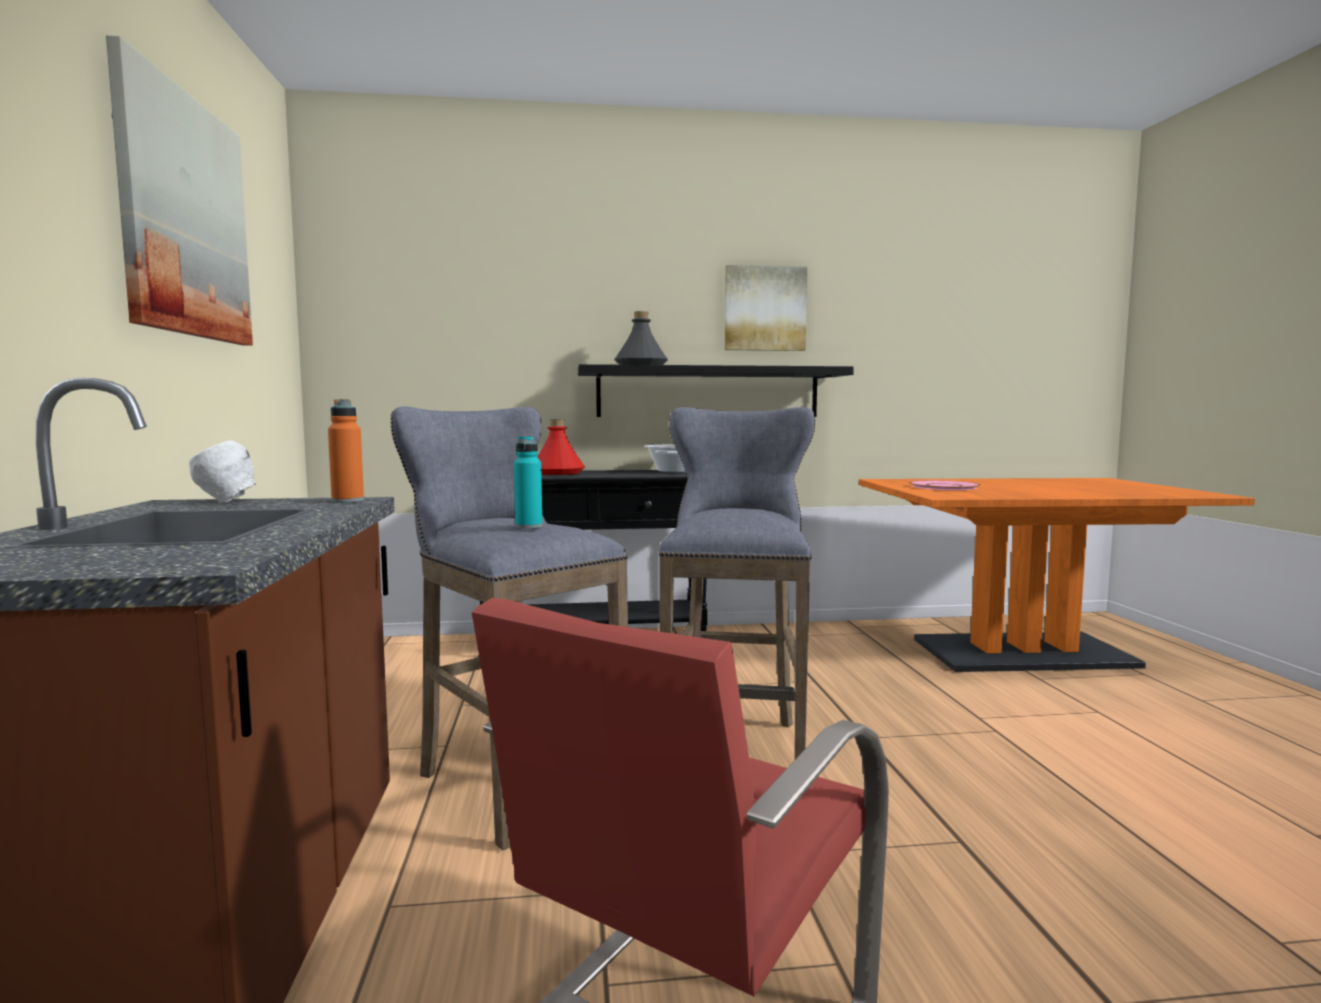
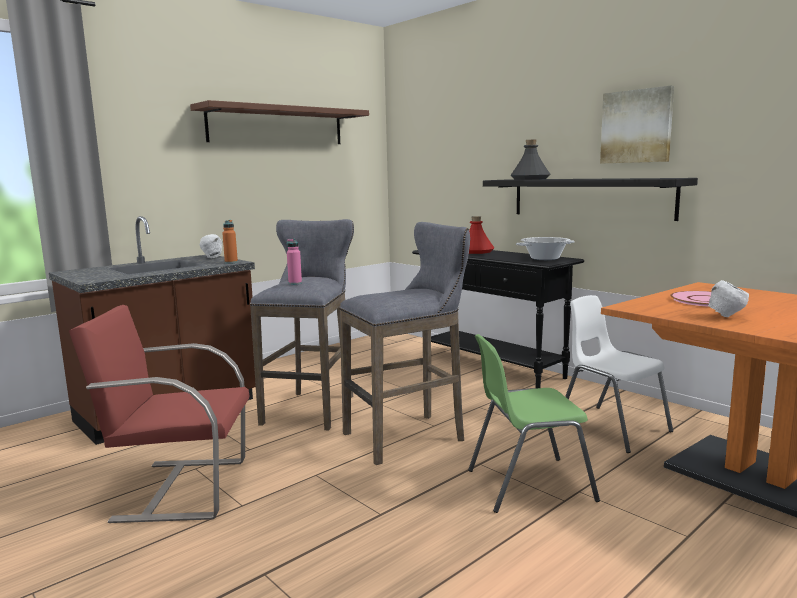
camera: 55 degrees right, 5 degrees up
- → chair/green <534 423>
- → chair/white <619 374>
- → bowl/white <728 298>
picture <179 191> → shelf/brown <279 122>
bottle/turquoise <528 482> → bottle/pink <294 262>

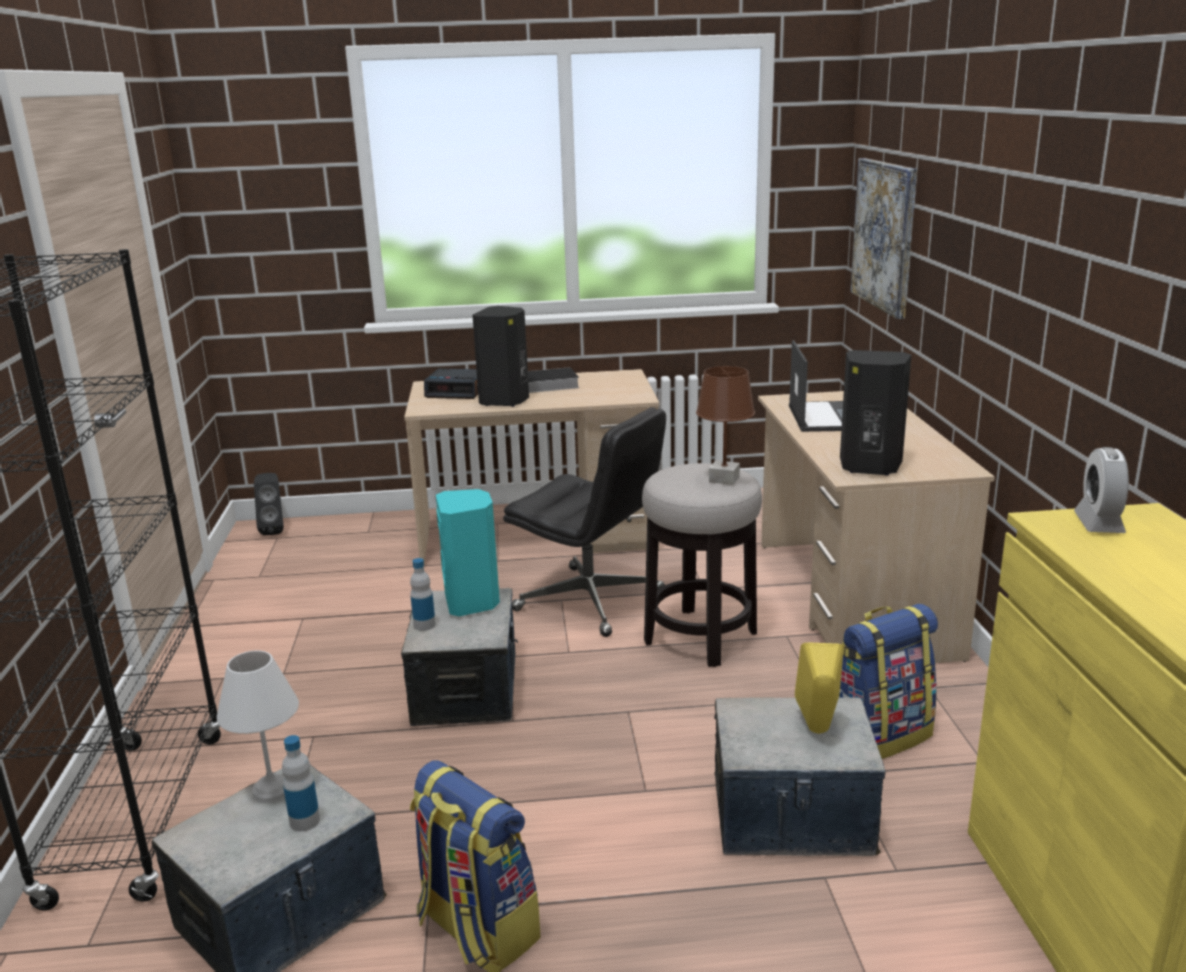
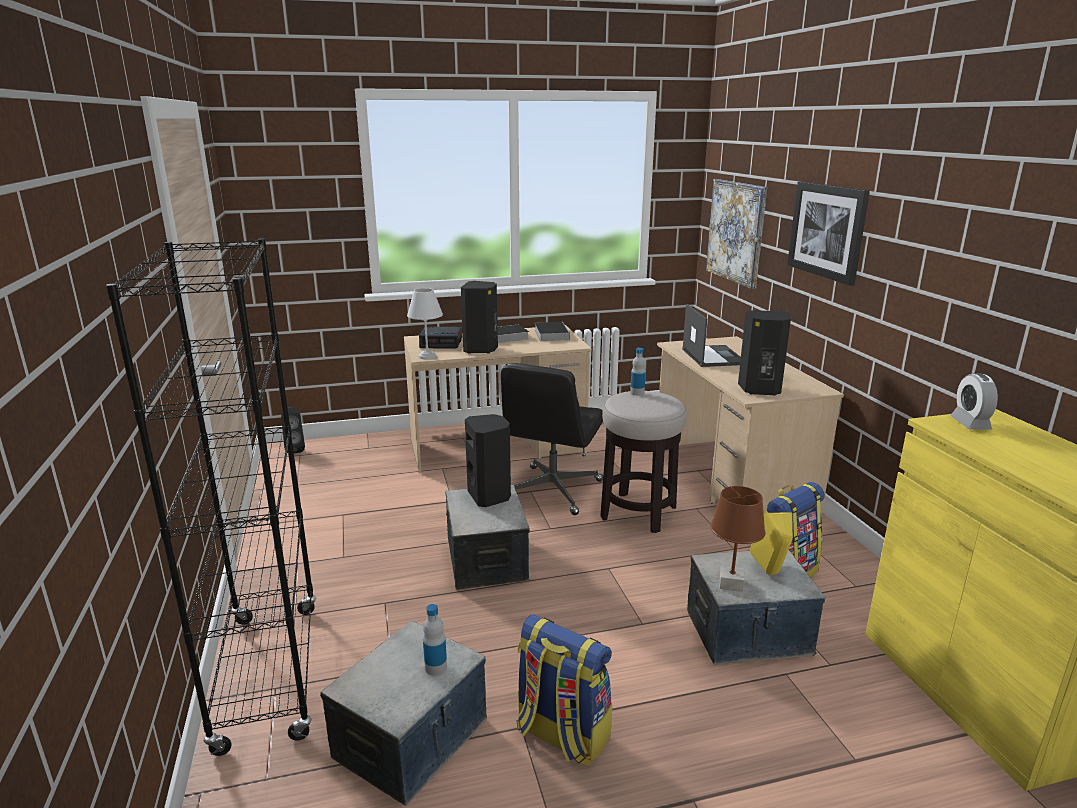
camera: 10 degrees left, 0 degrees up
- → book <552 331>
- → picture <828 233>
table lamp/white <258 726> → table lamp/white <425 324>, shifted
bottle <423 594> → bottle <638 372>, shifted
table lamp/brown <725 425> → table lamp/brown <737 539>, shifted
speaker/turquoise <468 552> → speaker/black <488 460>
office chair/black <584 522> → office chair/black <552 439>, 90 degrees clockwise

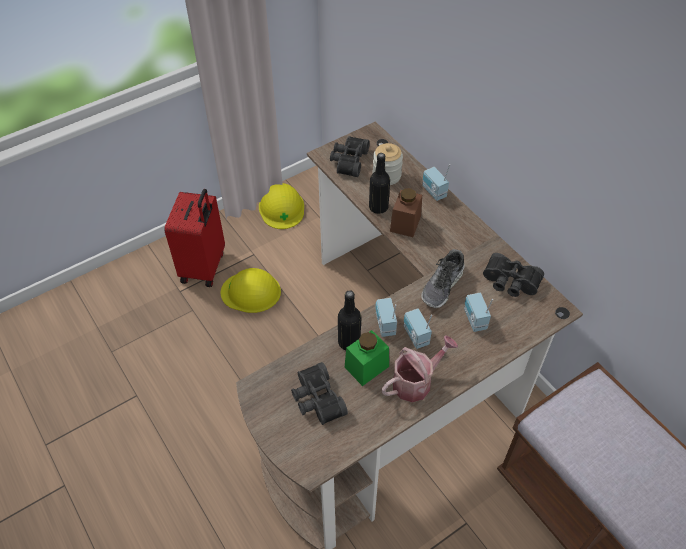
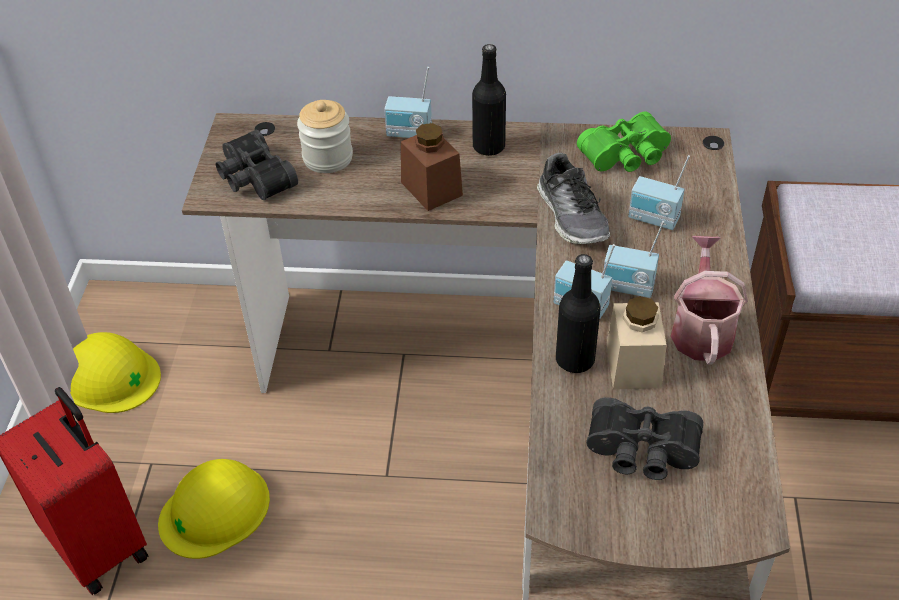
camera: 50 degrees left, 5 degrees down
bottle/black <379 183> → bottle/black <489 100>, shifted
jar/green <367 358> → jar/beige <637 342>
binoculars/black <513 275> → binoculars/green <624 142>

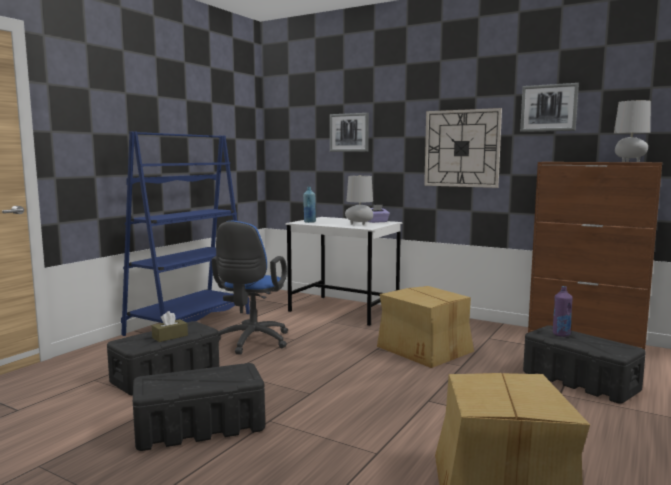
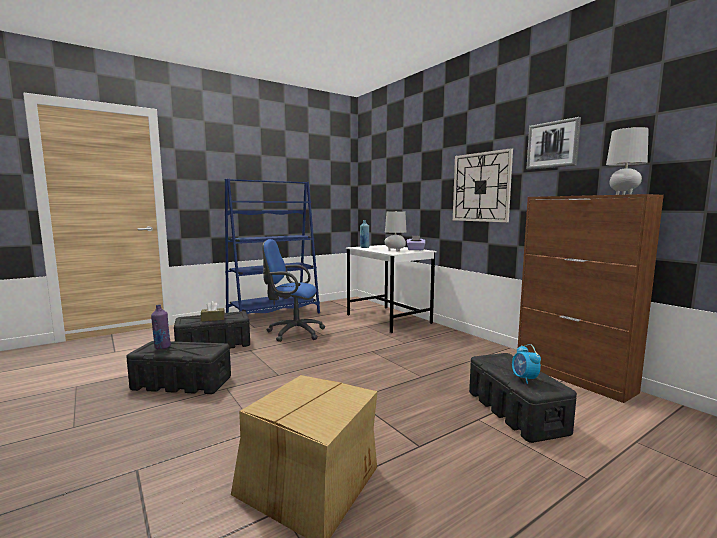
camera: 25 degrees right, 0 degrees up
picture <349 132> → -
cardboard box <425 327> → -
- → alarm clock <526 364>
bottle/purple <563 311> → bottle/purple <161 327>, shifted
office chair/blue <250 288> → office chair/blue <293 290>, 60 degrees clockwise

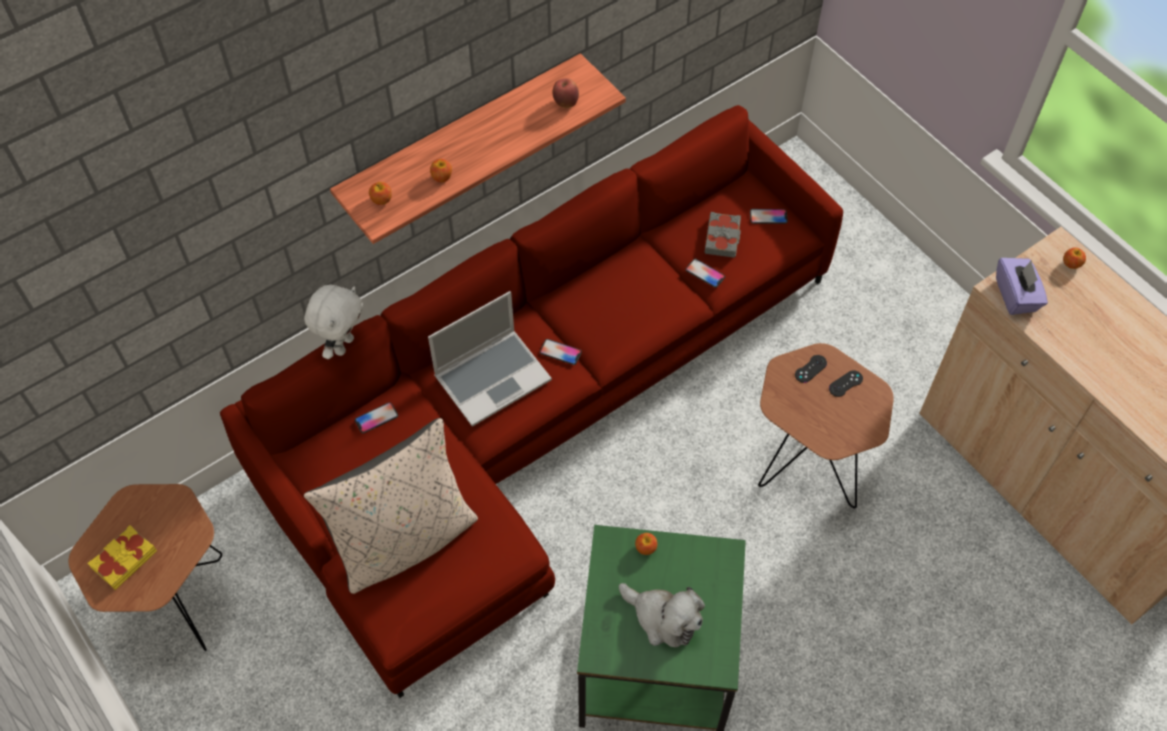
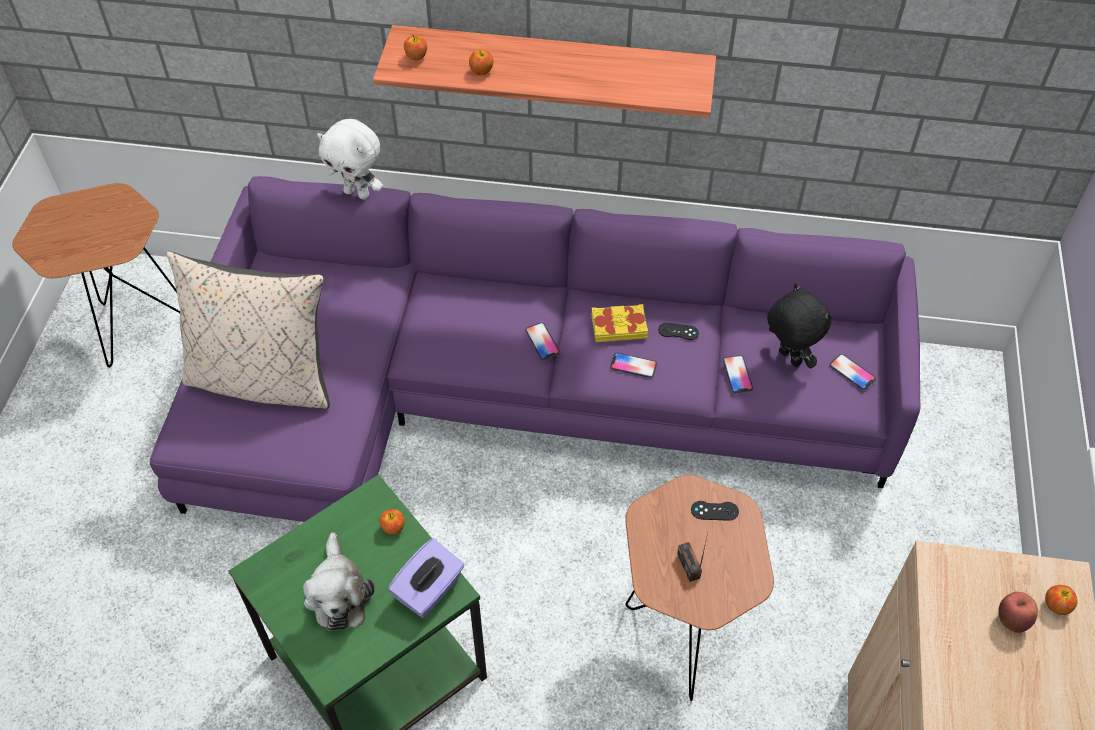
camera: 45 degrees right, 5 degrees down
laptop <490 359> → -
- → radio <692 557>
book/yellow <122 557> → book/yellow <620 323>, shifted
phone <376 417> → phone <633 365>, shifted
apple <565 93> → apple <1018 612>, shifted
game controller/black <846 383> → game controller/black <678 331>, shifted
tissue box/purple <1022 286> → tissue box/purple <426 578>, shifted
book/grey <723 235> → plush toy/black <799 325>
sofa/red <531 401> → sofa/purple <535 349>
plush toy/white <333 322> → plush toy/white <350 159>, 45 degrees clockwise

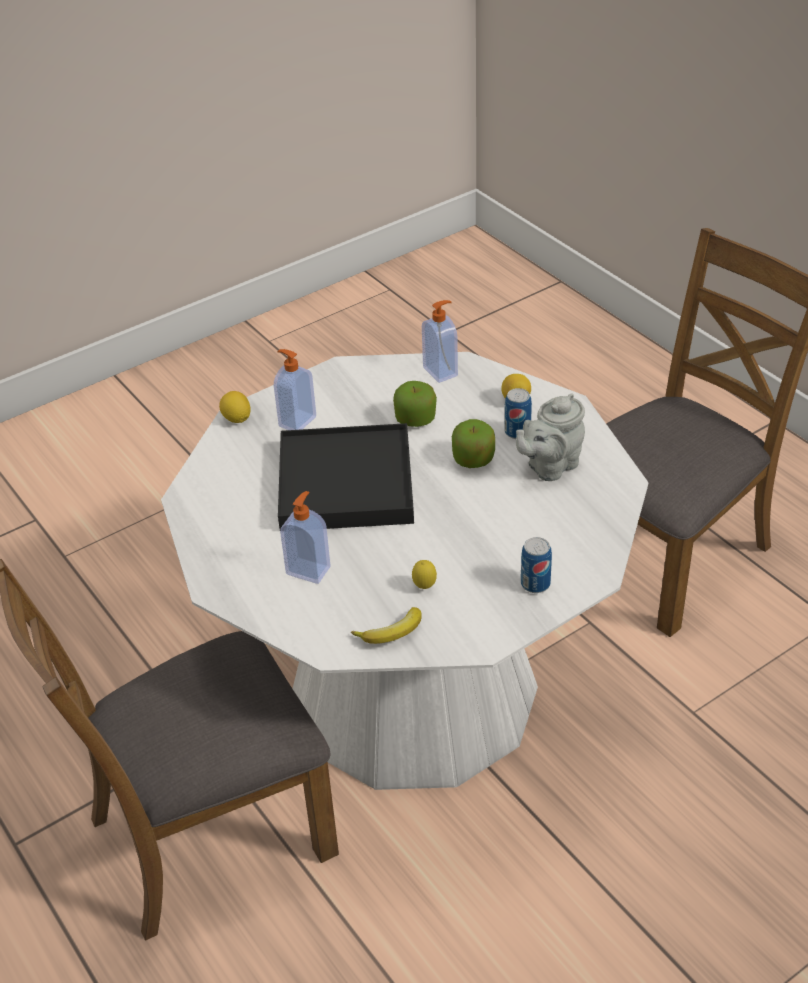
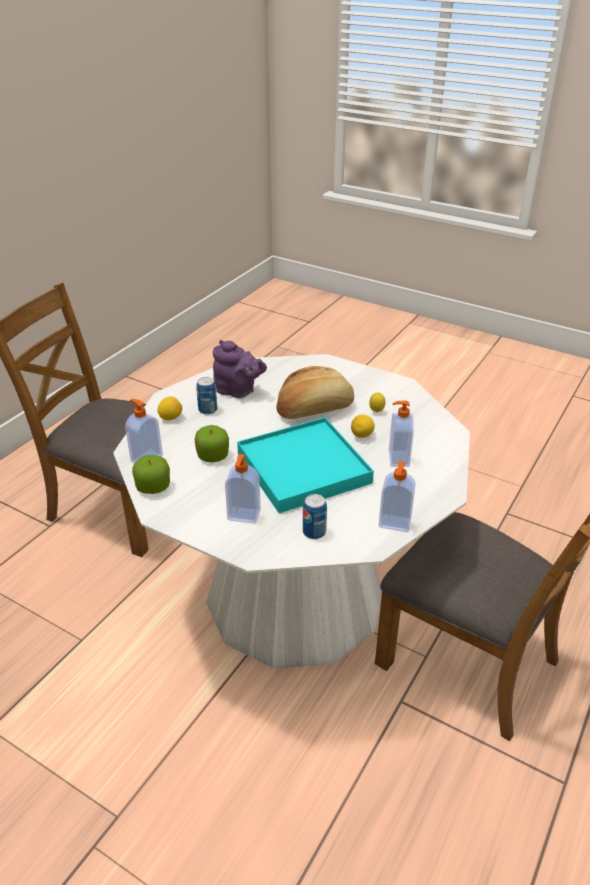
camera: 115 degrees left, 5 degrees down
banana <386 625> → -
- → bread <315 392>
- → soap dispenser <397 496>
lemon <235 407> → lemon <363 426>, shifted
apple <473 443> → apple <151 474>, shifted
can <536 565> → can <315 516>, shifted
tray/black <346 476> → tray/turquoise <305 465>
teapot/grey <550 437> → teapot/purple <240 369>

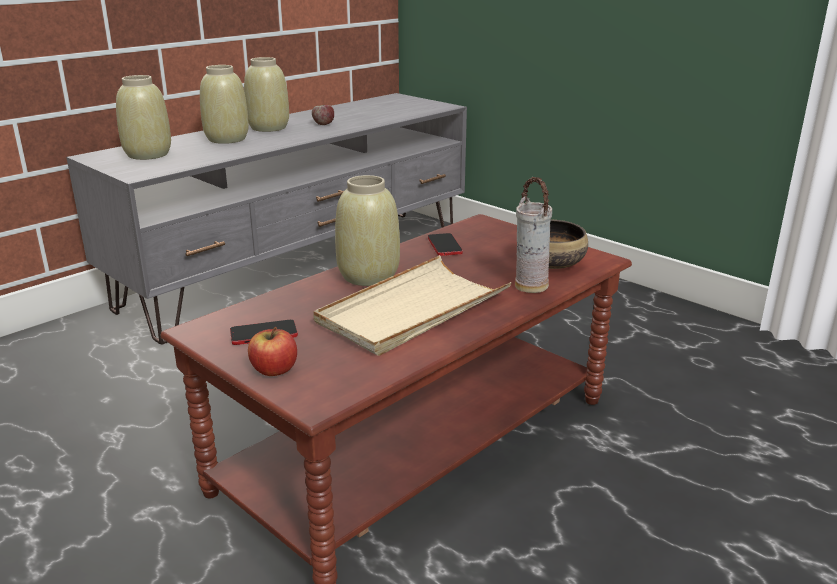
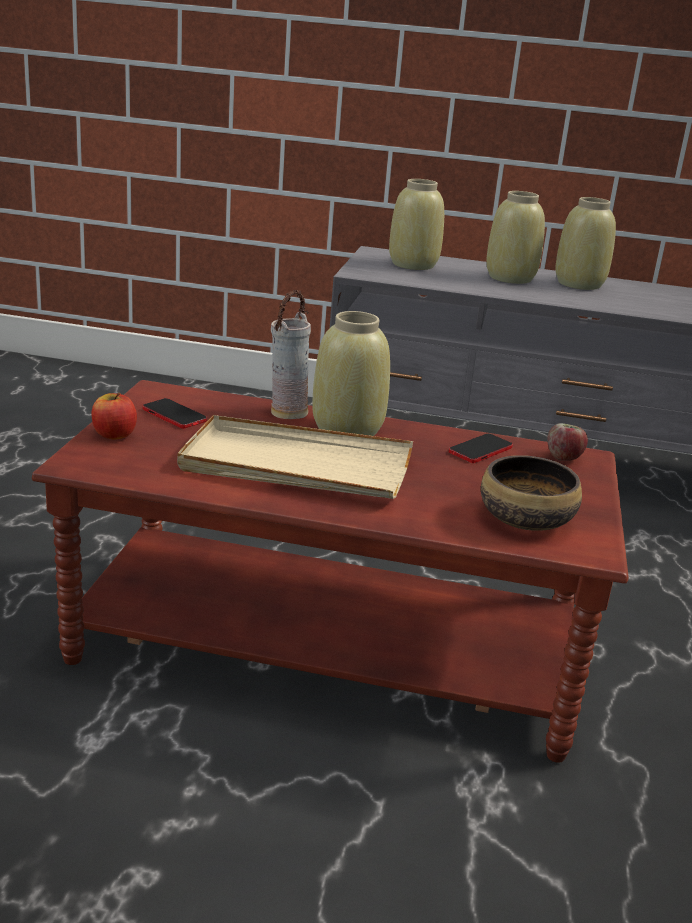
camera: 55 degrees right, 0 degrees up
apple <323 115> → apple <567 442>, shifted
vase <533 235> → vase <291 354>, shifted

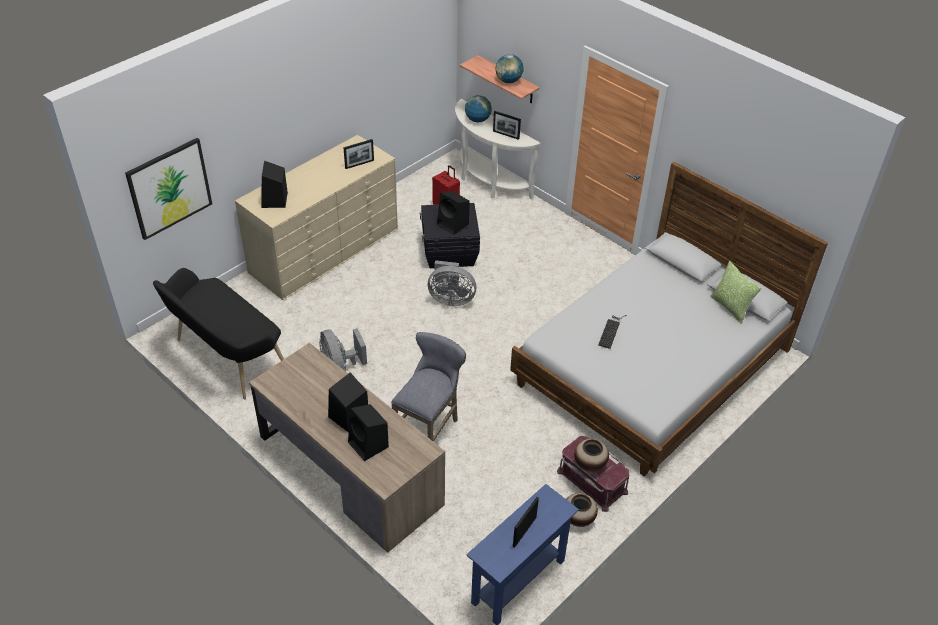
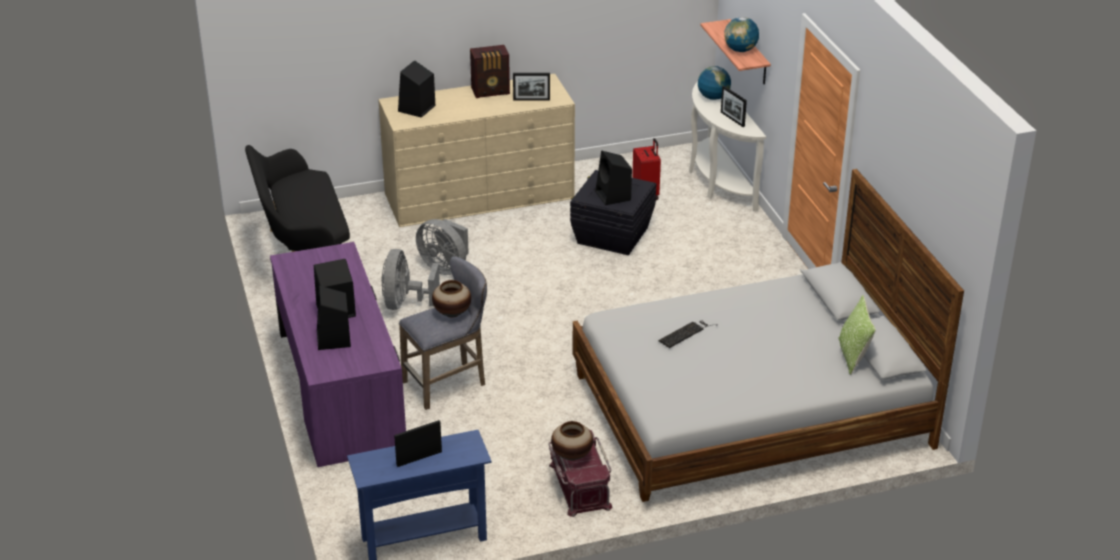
camera: 30 degrees right, 10 degrees down
picture <168 189> → -
- → radio <490 71>
fan/grey <452 283> → fan/grey <442 247>, shifted
vase <582 510> → vase <451 299>, shifted
desk/brown <347 448> → desk/purple <338 354>

